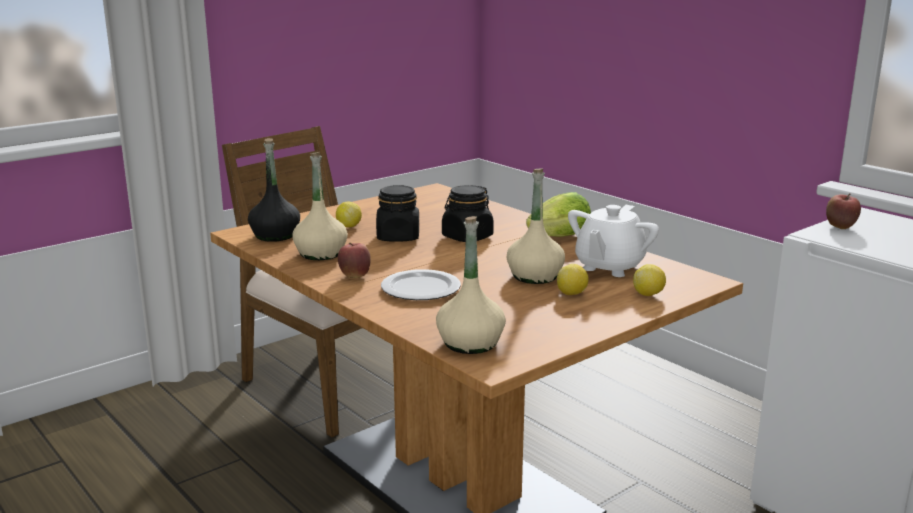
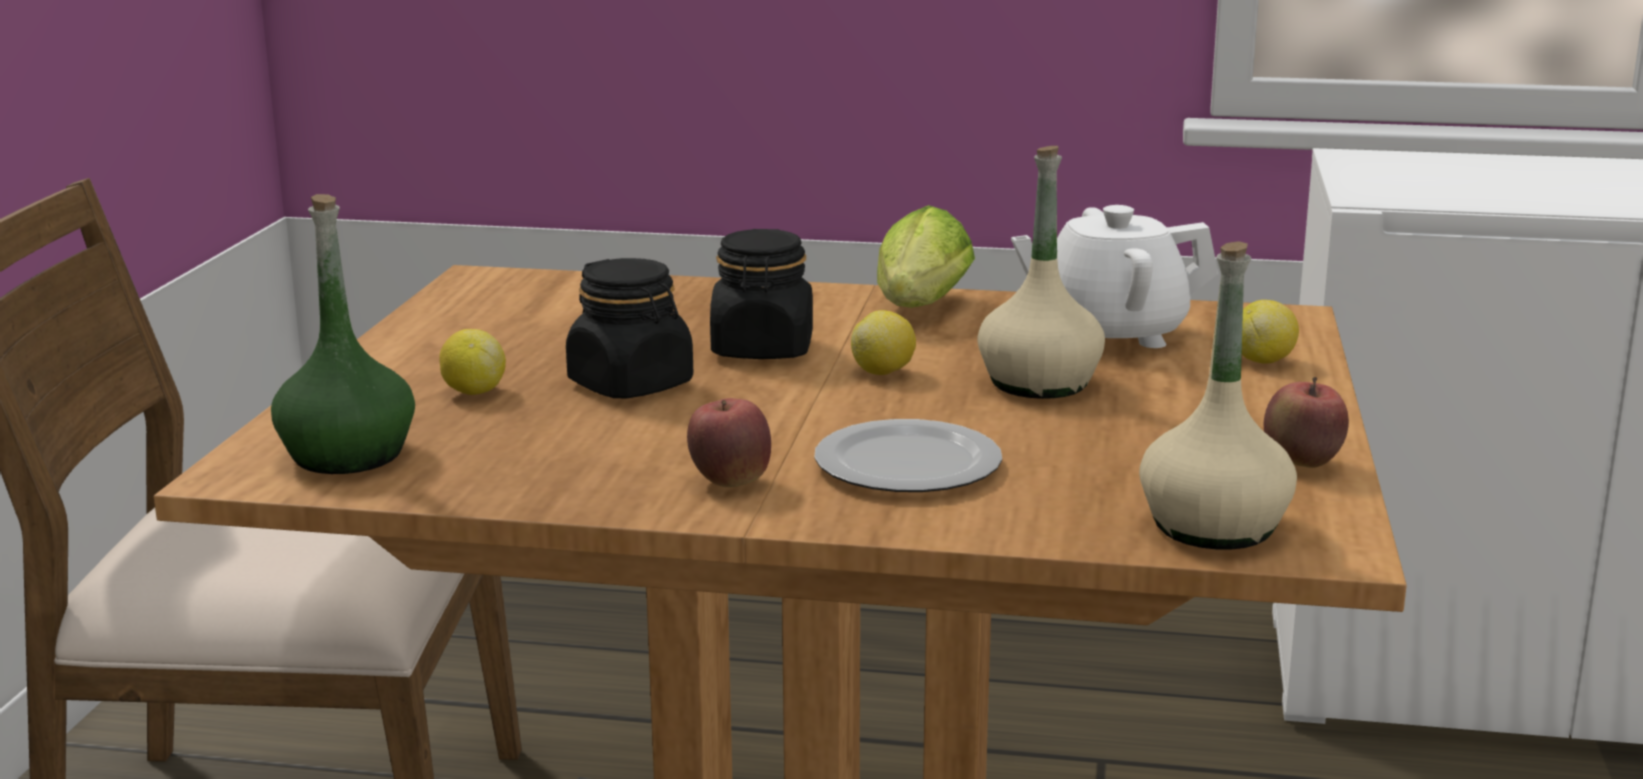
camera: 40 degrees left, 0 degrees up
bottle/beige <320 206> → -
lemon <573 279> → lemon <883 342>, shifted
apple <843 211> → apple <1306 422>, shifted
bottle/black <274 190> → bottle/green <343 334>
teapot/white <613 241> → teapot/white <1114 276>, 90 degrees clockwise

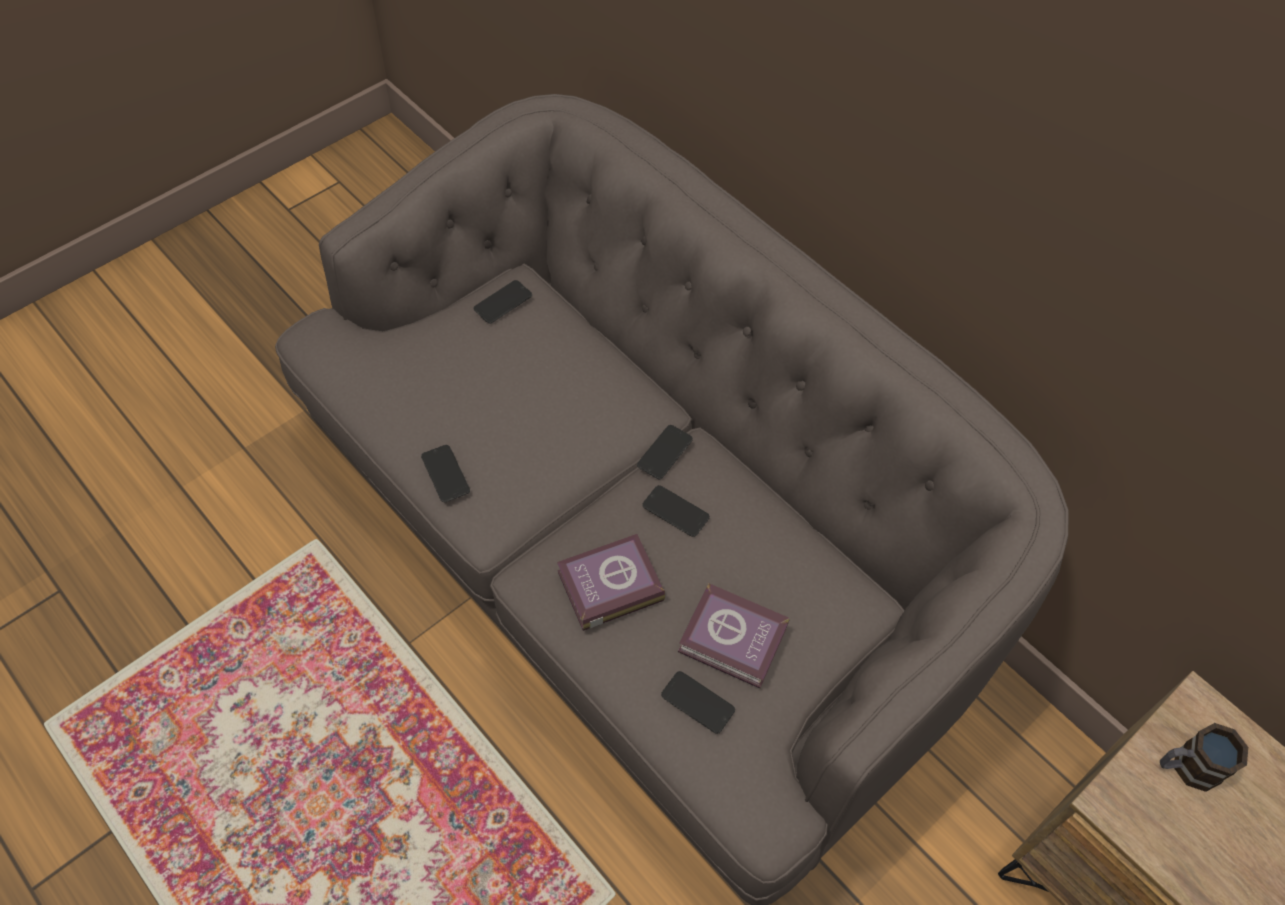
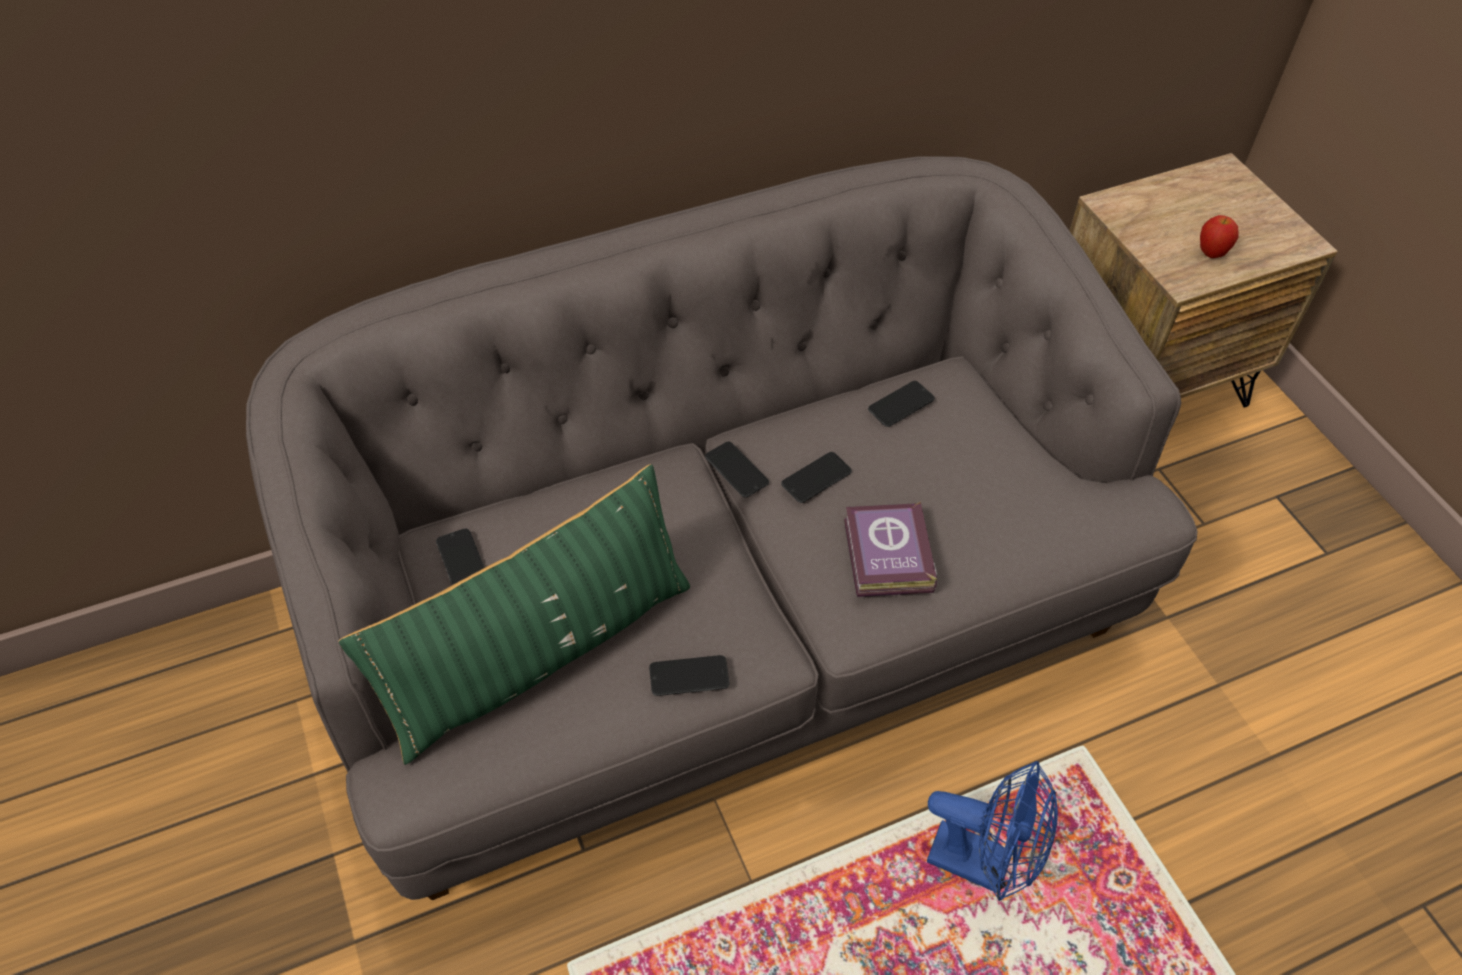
camera: 70 degrees left, 5 degrees down
book <734 635> → -
mug <1204 757> → -
- → pillow/green <514 614>
- → fan/blue <992 831>
- → apple <1219 236>
phone <698 702> → phone <901 404>, shifted

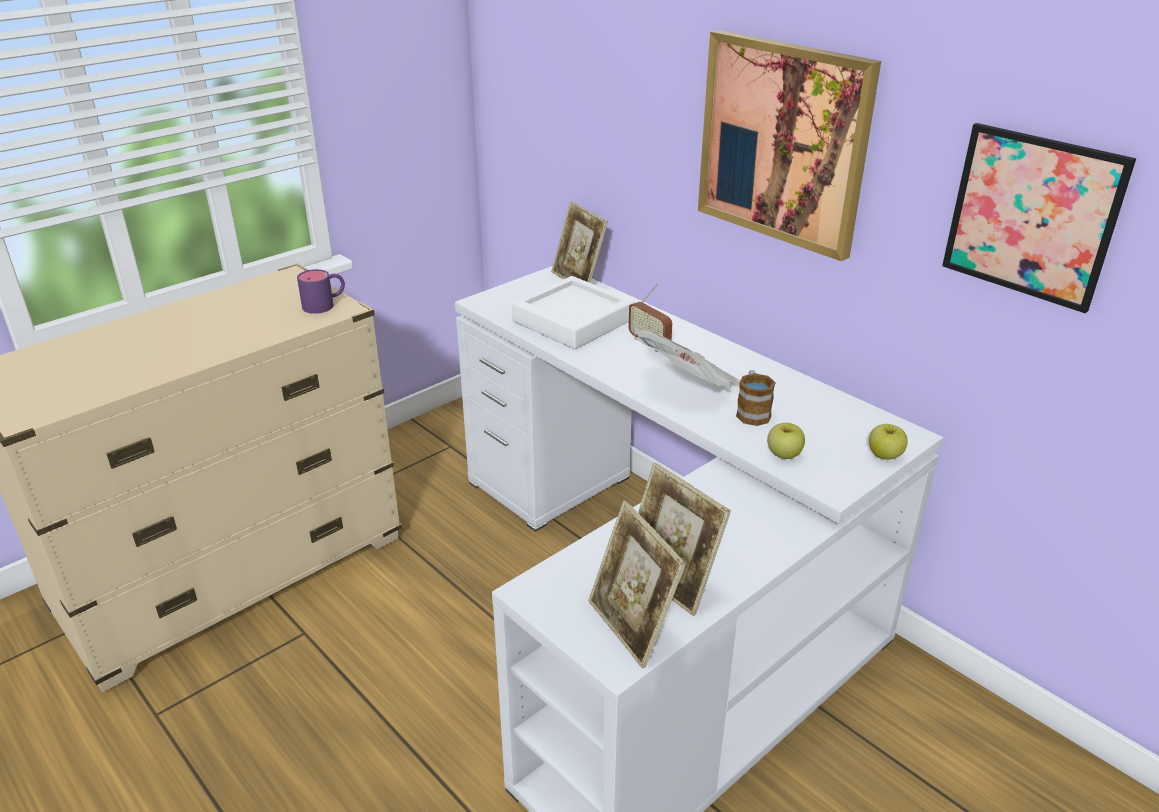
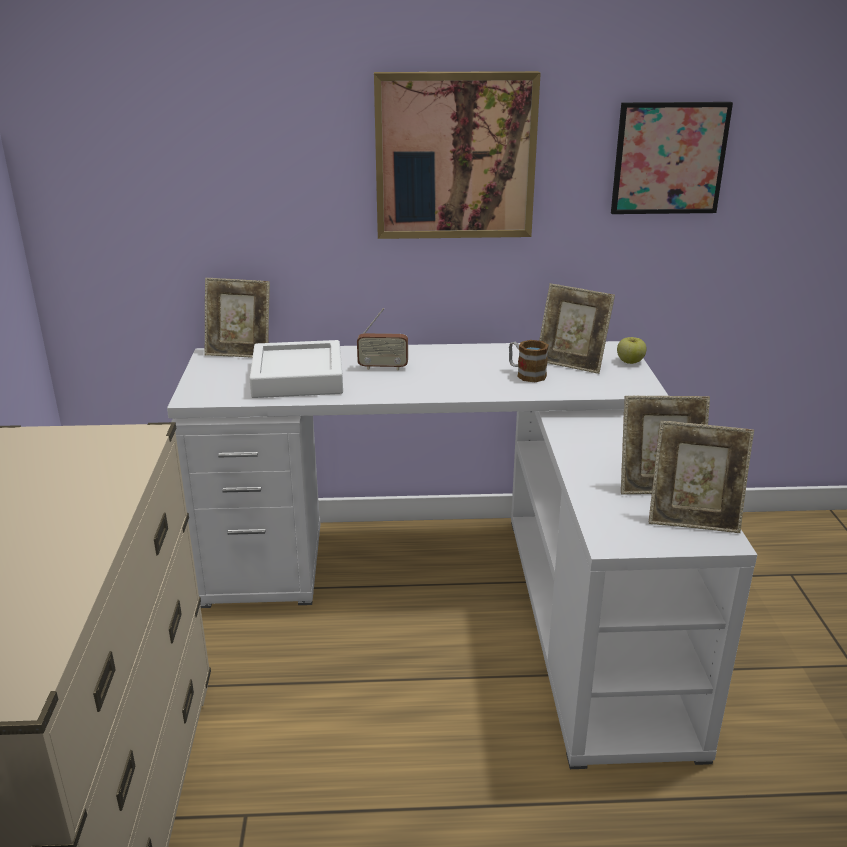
camera: 50 degrees left, 5 degrees down
mug/purple <321 291> → -
newspaper <687 359> → -
apple <786 441> → -
- → picture frame <577 328>

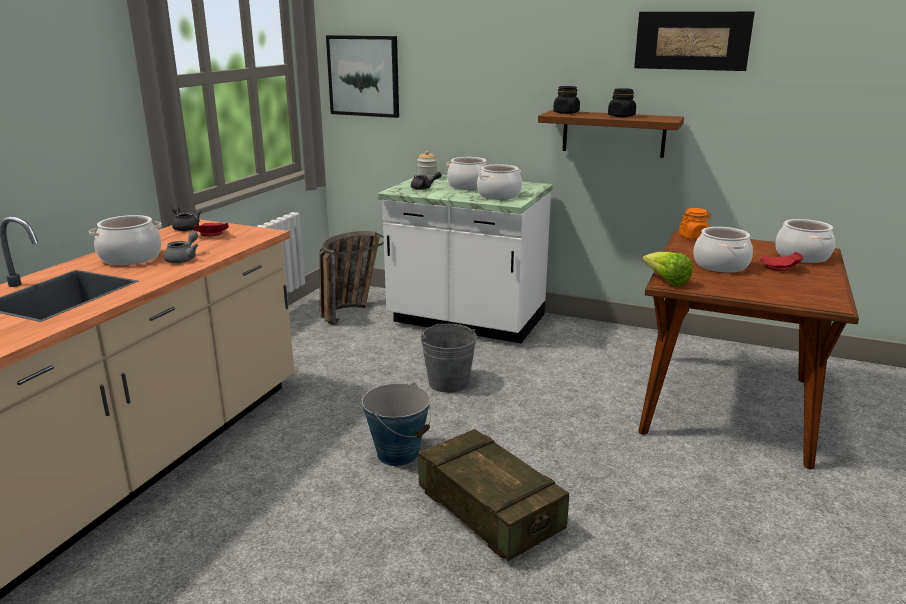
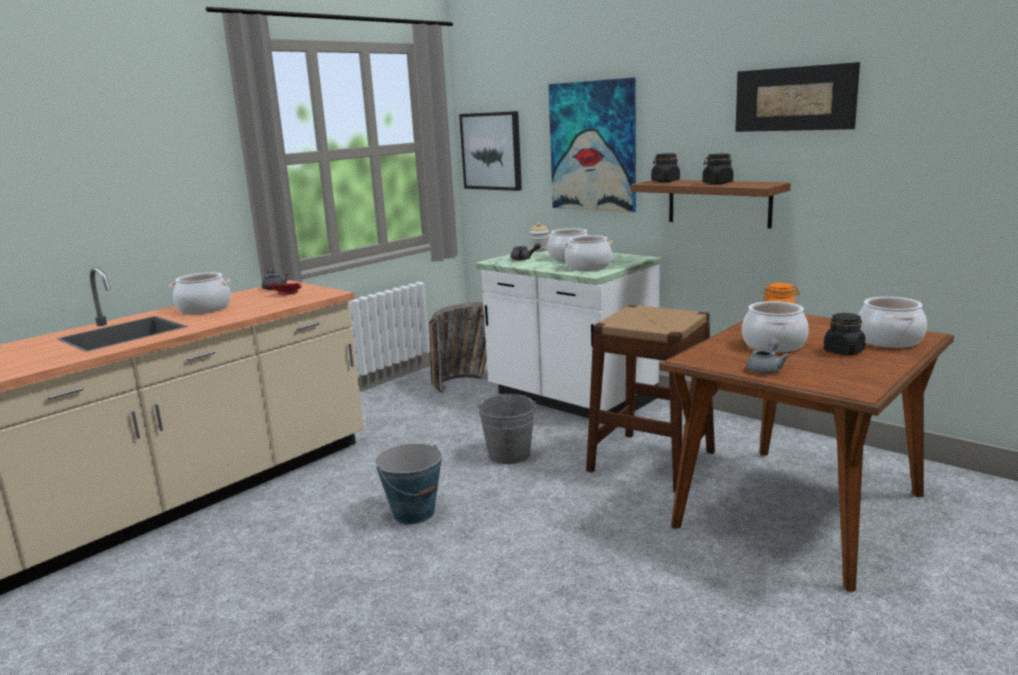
camera: 20 degrees right, 5 degrees down
crate <493 495> → -
lettuce <667 269> → -
- → picture <592 145>
- → stool/brown <650 398>
teapot/grey <181 247> → teapot/grey <767 356>, shifted
plate/red <781 261> → jar/black <844 334>

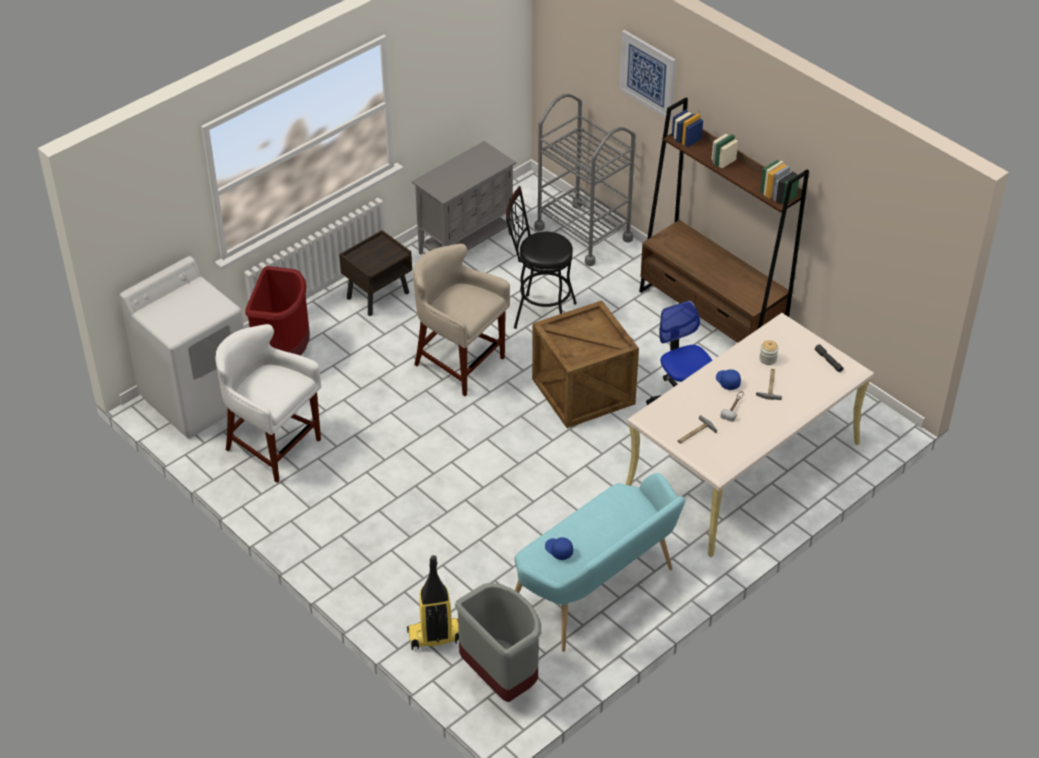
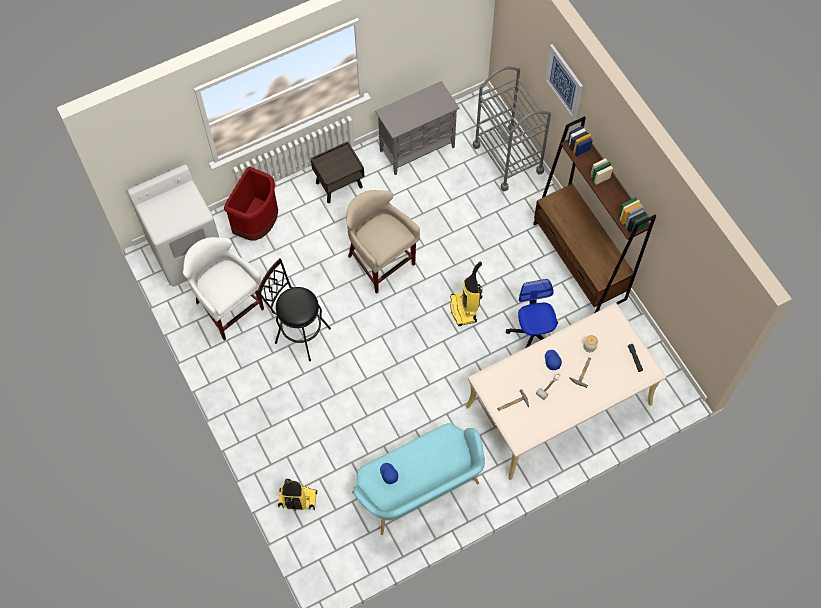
camera: 15 degrees right, 20 degrees up
trash can/grey <498 642> → -
stool/black <541 257> → stool/black <294 309>, shifted
crate <585 364> → vacuum cleaner <466 294>

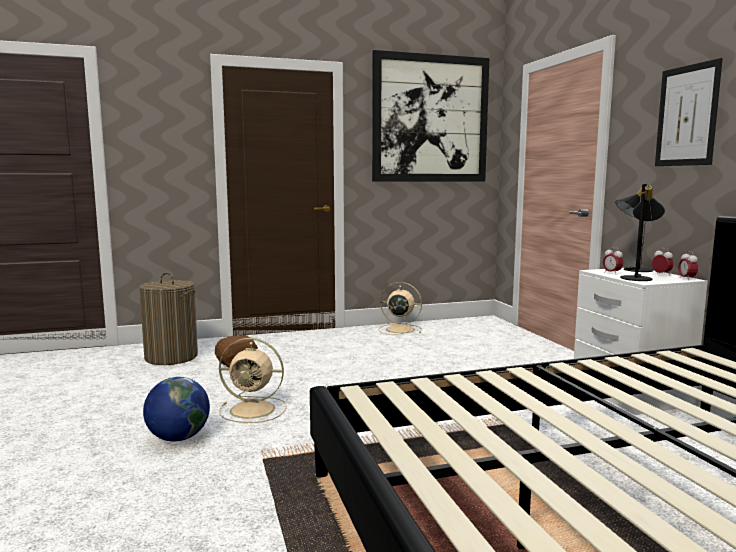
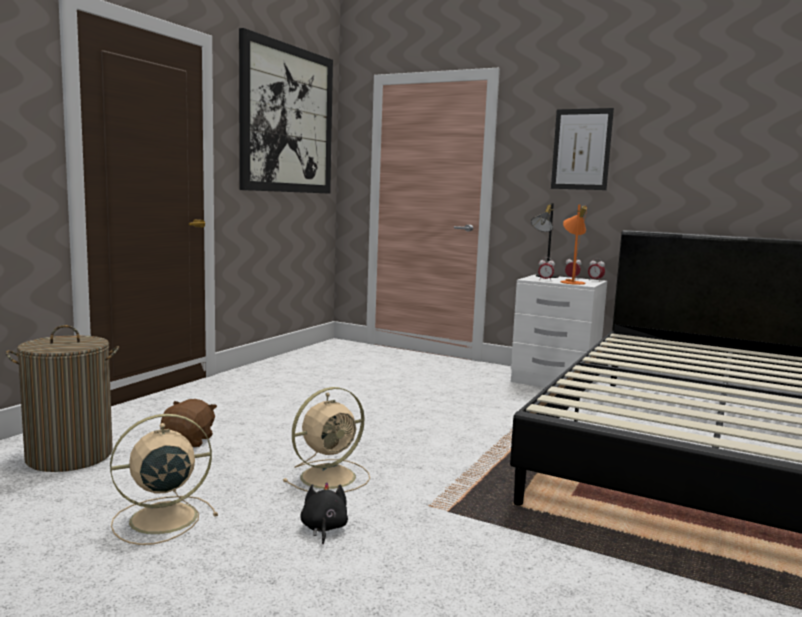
camera: 45 degrees left, 0 degrees up
fan/beige <400 308> → fan/beige <164 479>, shifted
globe <176 409> → plush toy/black <324 514>
table lamp/black <642 232> → table lamp/orange <574 244>

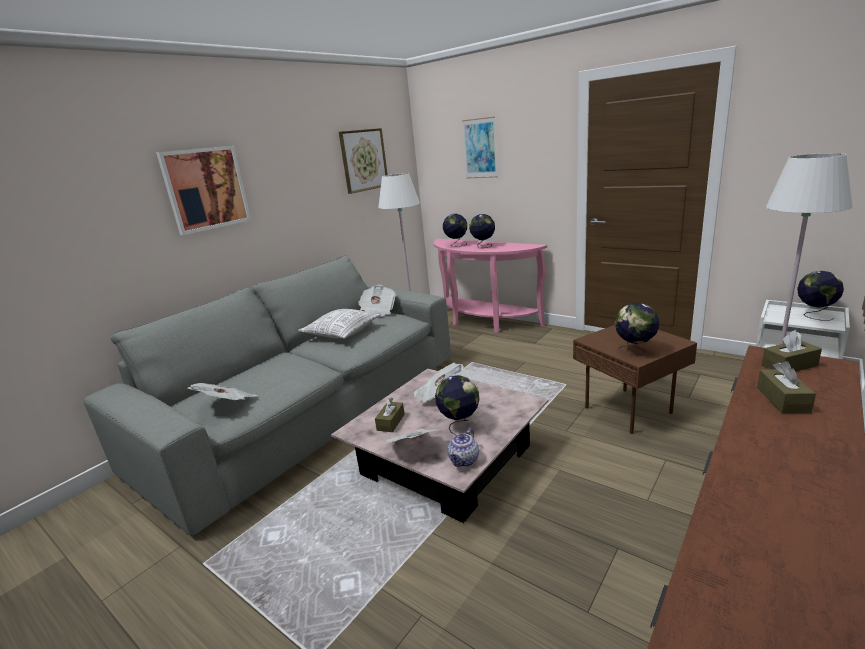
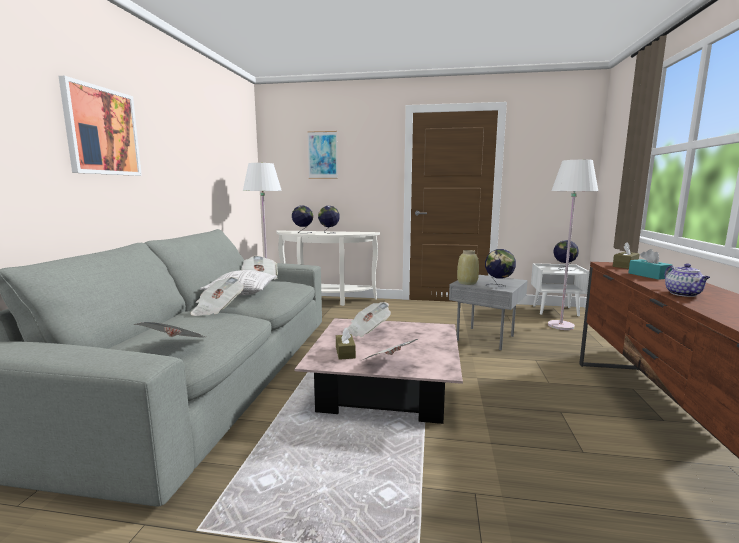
camera: 30 degrees left, 10 degrees down
picture <363 161> → -
globe <457 405> → -
- → newspaper <217 296>
- → vase/beige <468 267>
teapot <463 447> → teapot <687 280>, shifted
console table/pink <490 286> → console table/white <328 268>
side table/brown <635 379> → side table/grey <488 312>
tissue box/brown <786 387> → tissue box/turquoise <650 264>

